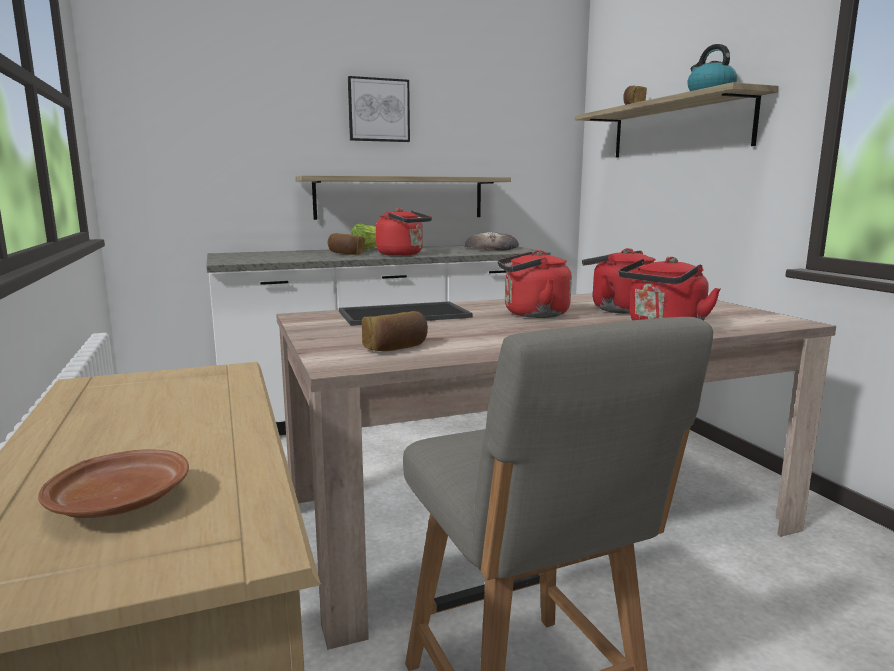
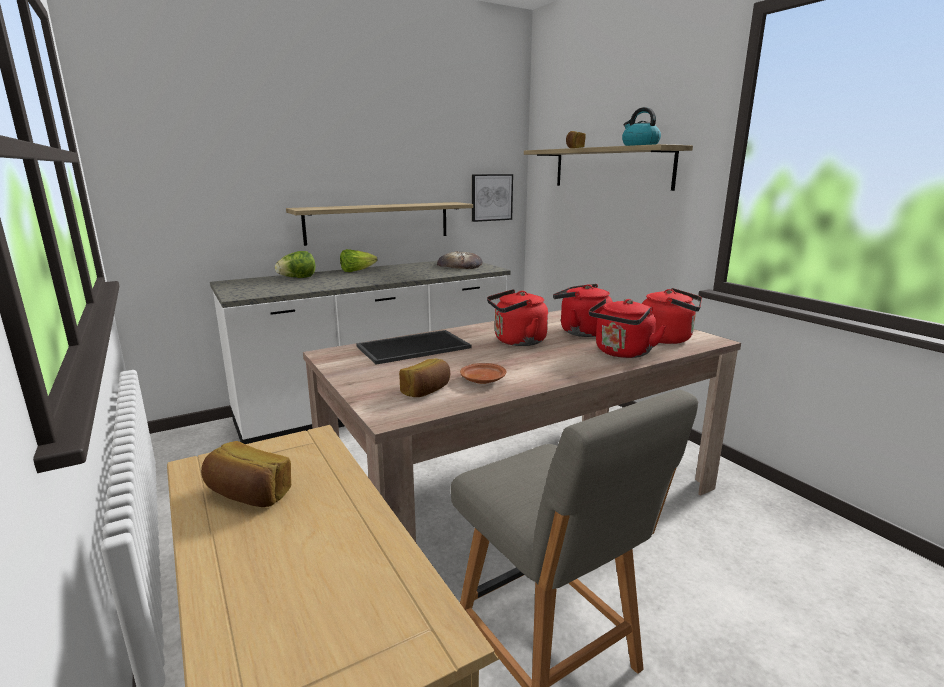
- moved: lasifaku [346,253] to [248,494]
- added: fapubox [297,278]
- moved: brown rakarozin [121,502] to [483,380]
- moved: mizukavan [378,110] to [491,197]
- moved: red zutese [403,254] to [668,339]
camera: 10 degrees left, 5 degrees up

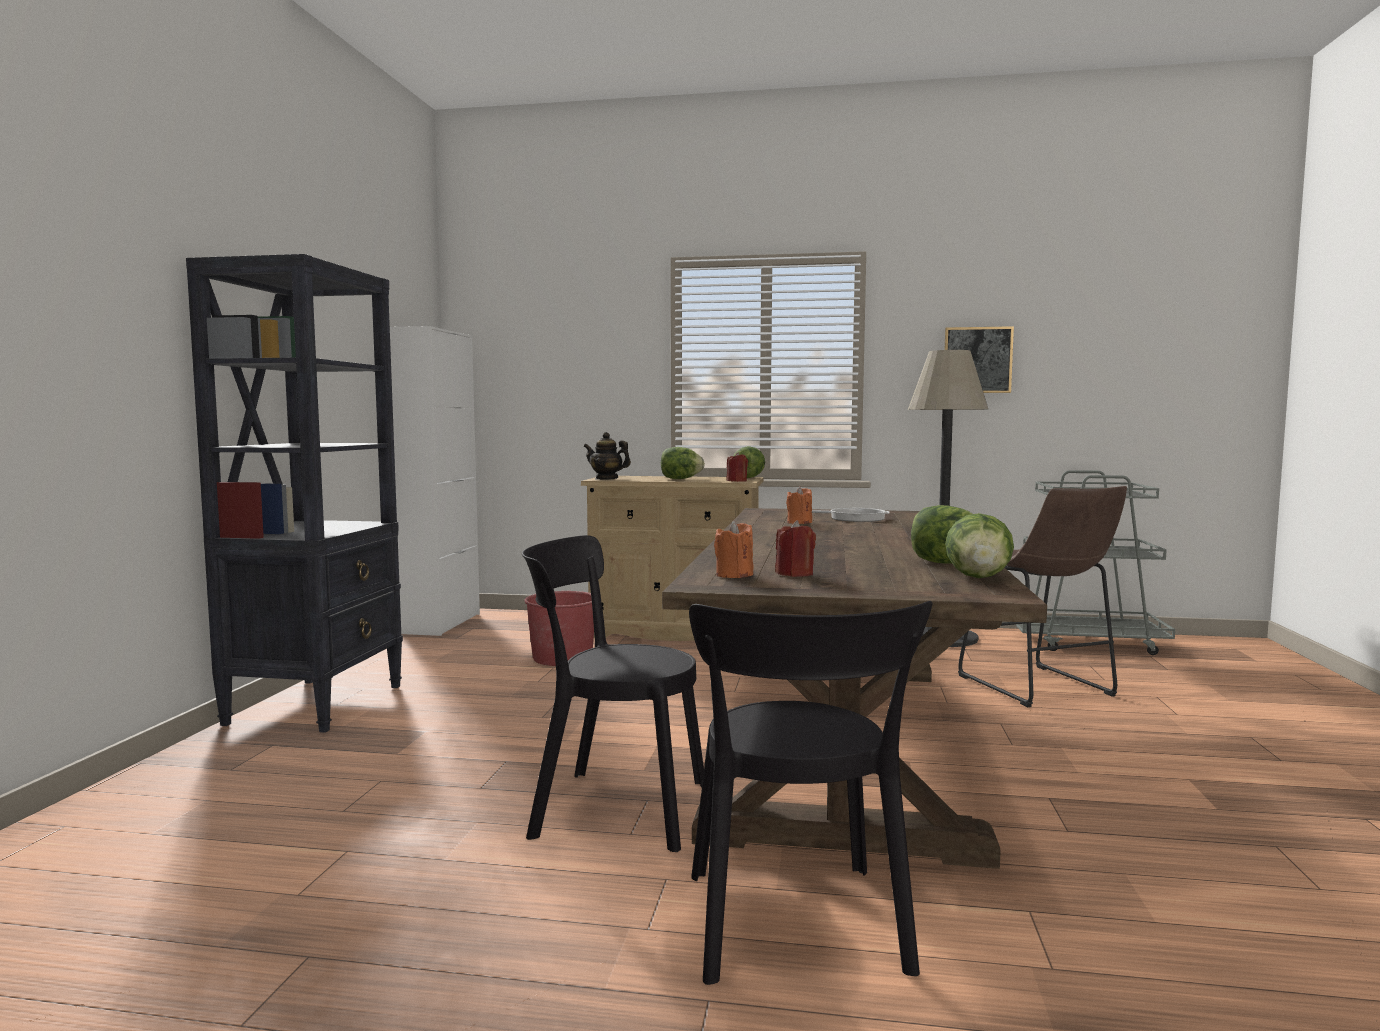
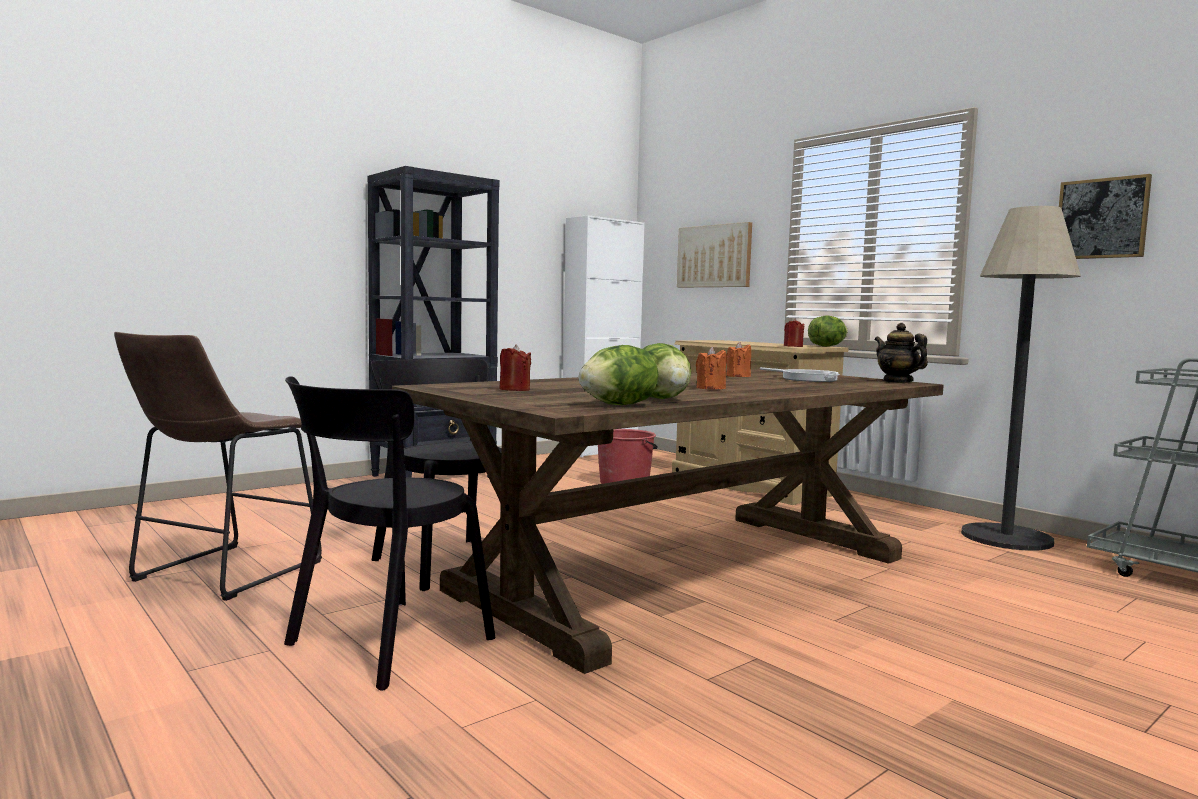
- moved: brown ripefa [1039,688] to [220,574]
- added: mizukavan [714,256]
- moved: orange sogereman [734,575] to [710,388]
- moved: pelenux [606,479] to [897,381]
- removed: fapubox [680,479]
camera: 40 degrees right, 0 degrees up

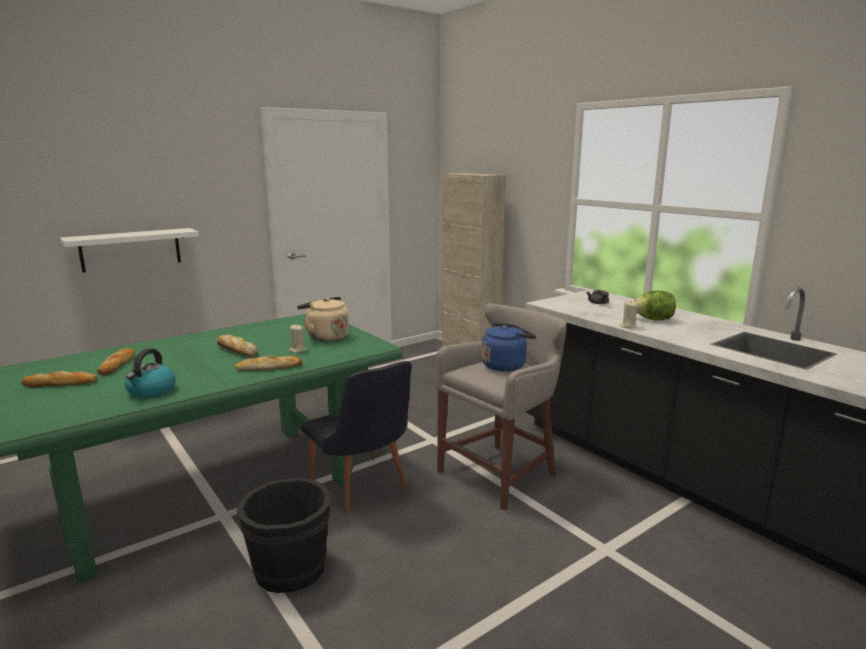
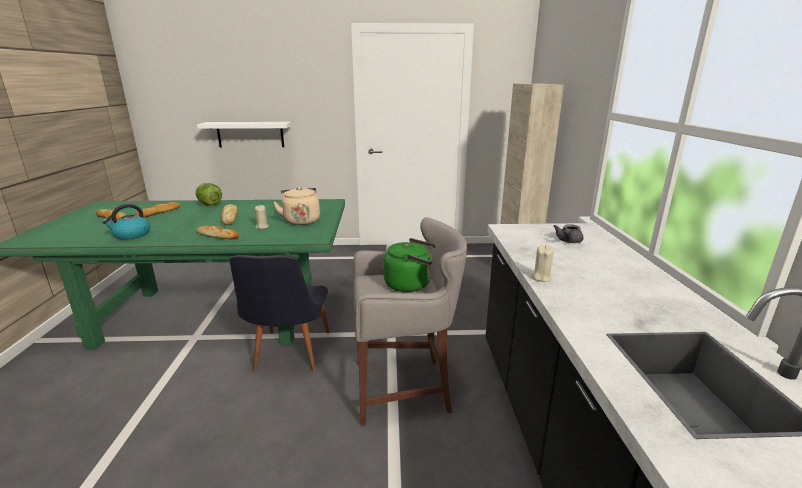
- moved: fapubox [653,319] to [209,204]
- recoloured: blue zutese [505,365] to green zutese [410,284]
- removed: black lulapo [290,569]
camera: 35 degrees right, 5 degrees up

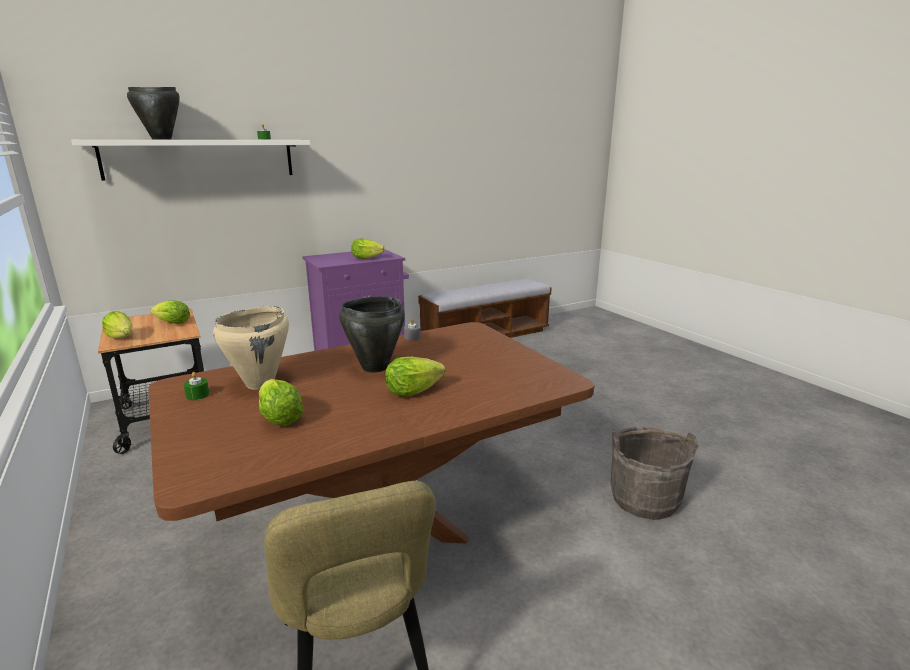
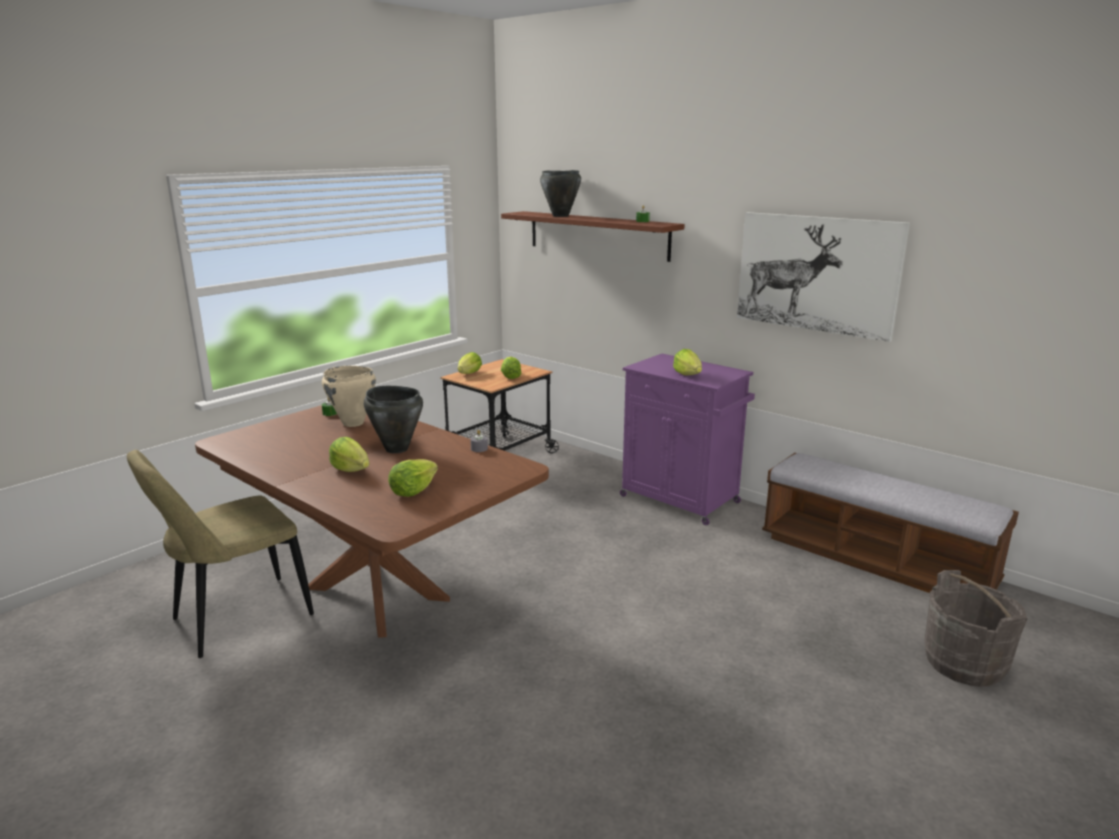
- moved: fapubox [280,418] to [413,491]
- recoloured: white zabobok [201,158] to brown zabobok [597,235]
- added: mizukavan [817,274]
- moved: grey lulapo [644,499] to [963,663]
camera: 70 degrees right, 0 degrees up

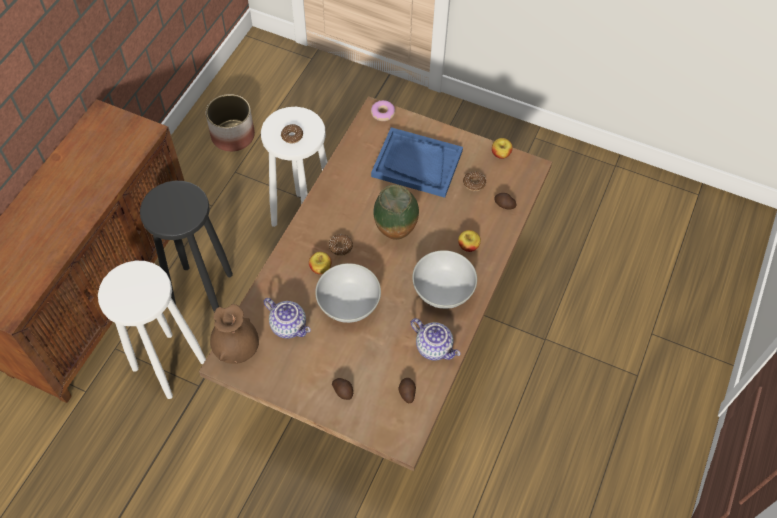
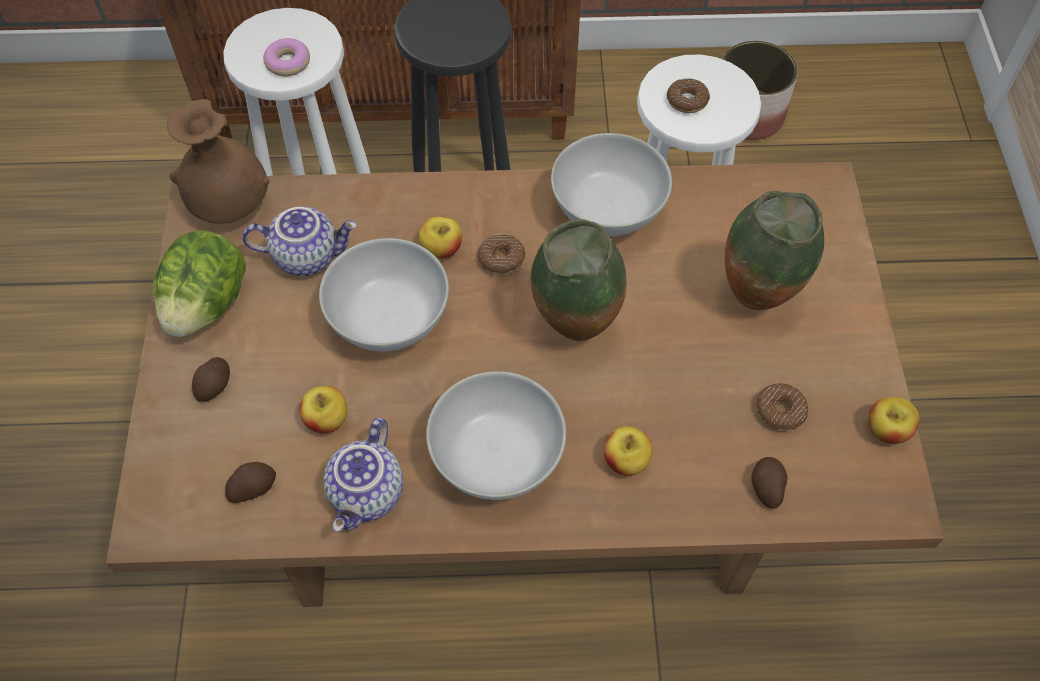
- added: fapubox [207,304]
- turned: pelenux [289,325] = [307,255] 105 degrees counterclockwise
- moved: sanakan [382,113] to [287,63]
- added: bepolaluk [327,420]
- added: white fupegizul [606,212]
- replaced: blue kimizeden [416,164] to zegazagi [756,297]
camera: 65 degrees right, 0 degrees up

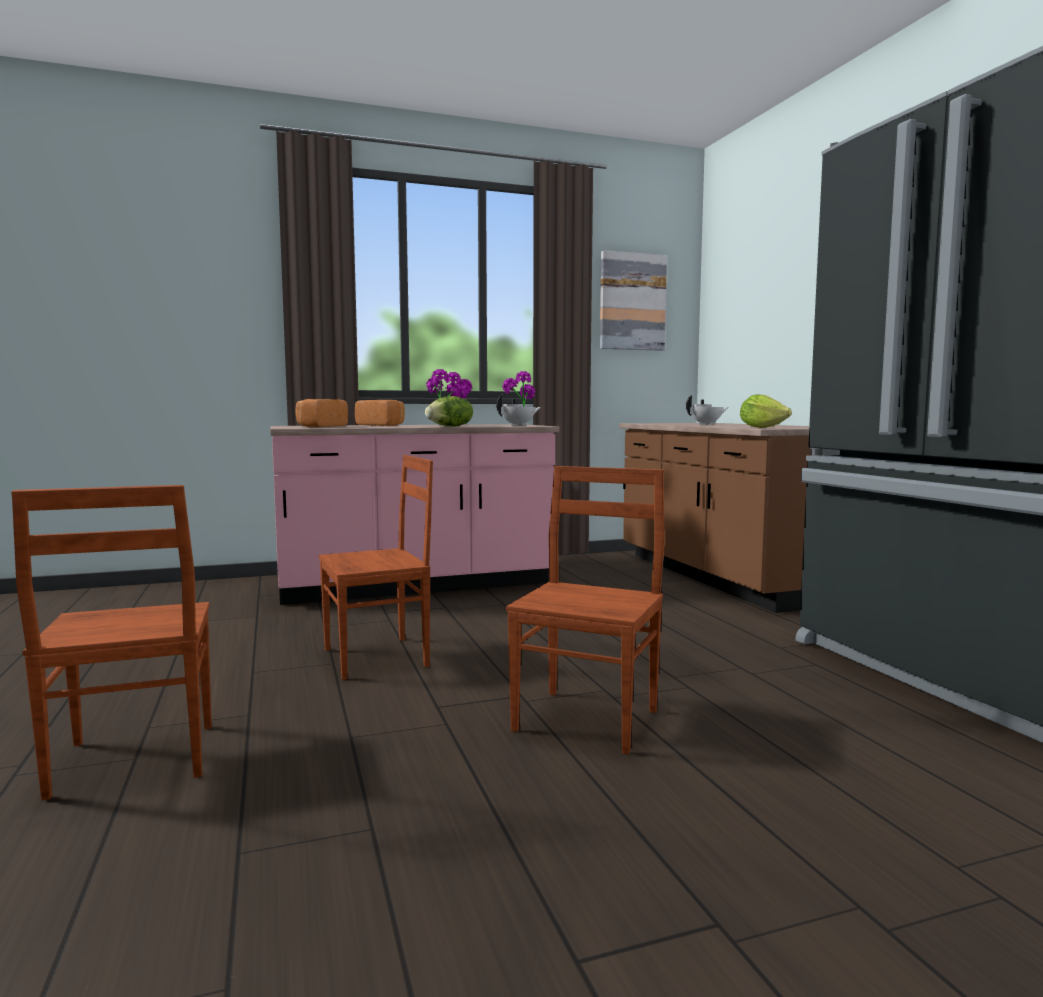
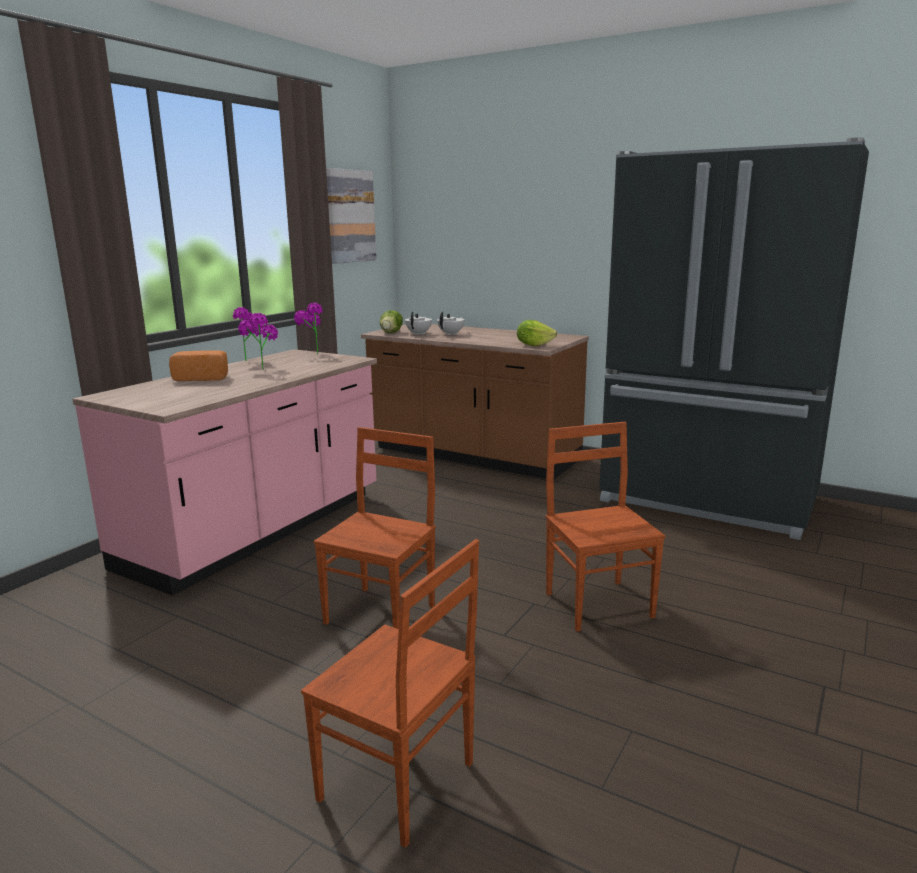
- moved: fapubox [450,426] to [391,332]
- moved: white pelenux [518,425] to [419,333]
- removed: lasifaku [320,426]
camera: 40 degrees left, 10 degrees up

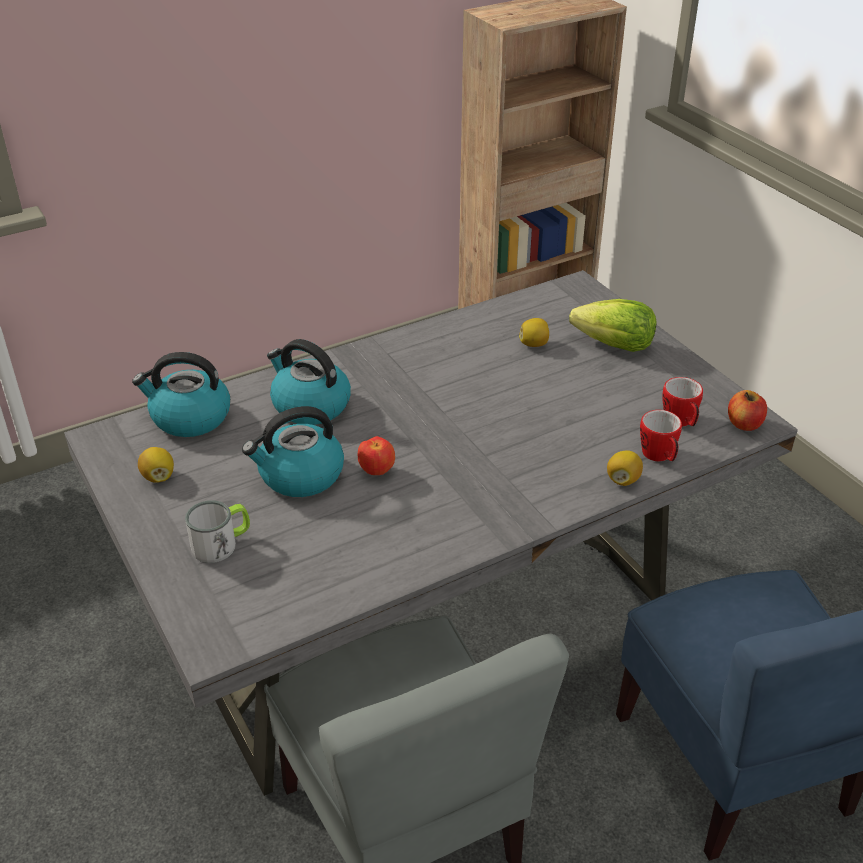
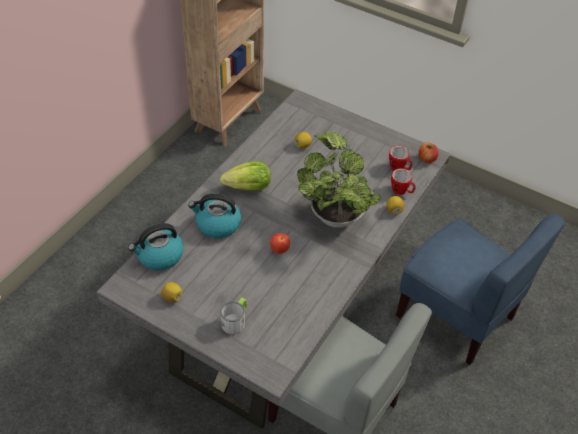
- moved: fapubox [614,346] to [249,187]
- added: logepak [334,214]
- removed: zutese [300,476]
camera: 30 degrees left, 10 degrees up

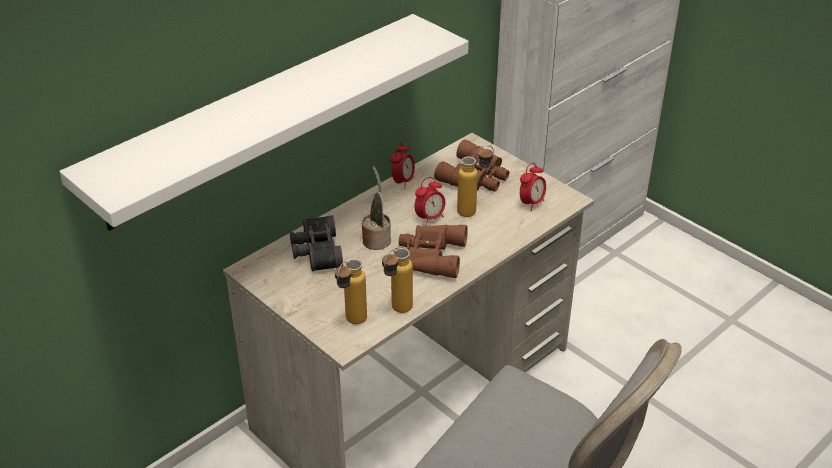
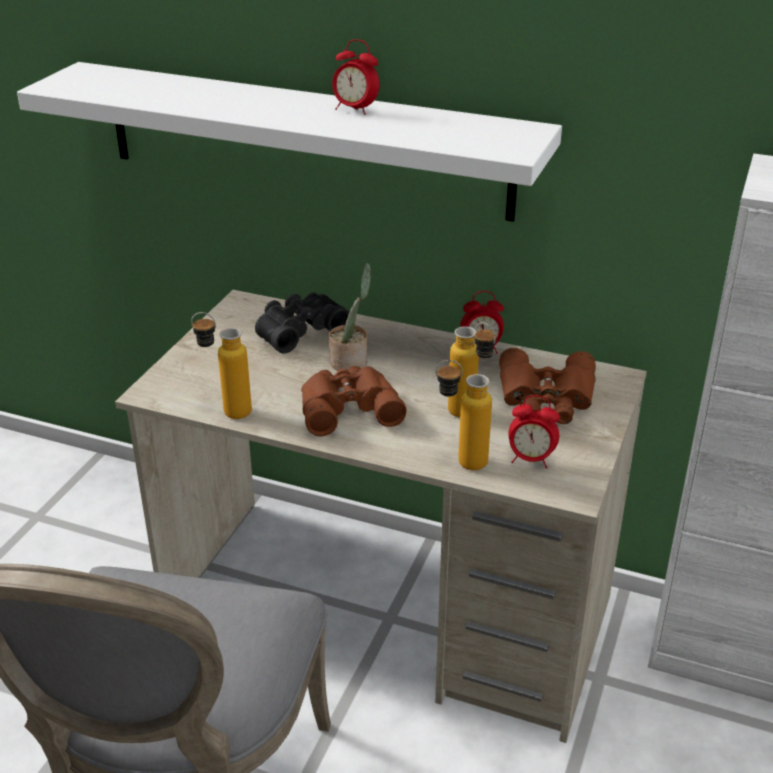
- moved: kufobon [430,218] to [355,110]
- moved: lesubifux [351,323] to [460,462]
camera: 65 degrees right, 5 degrees down

